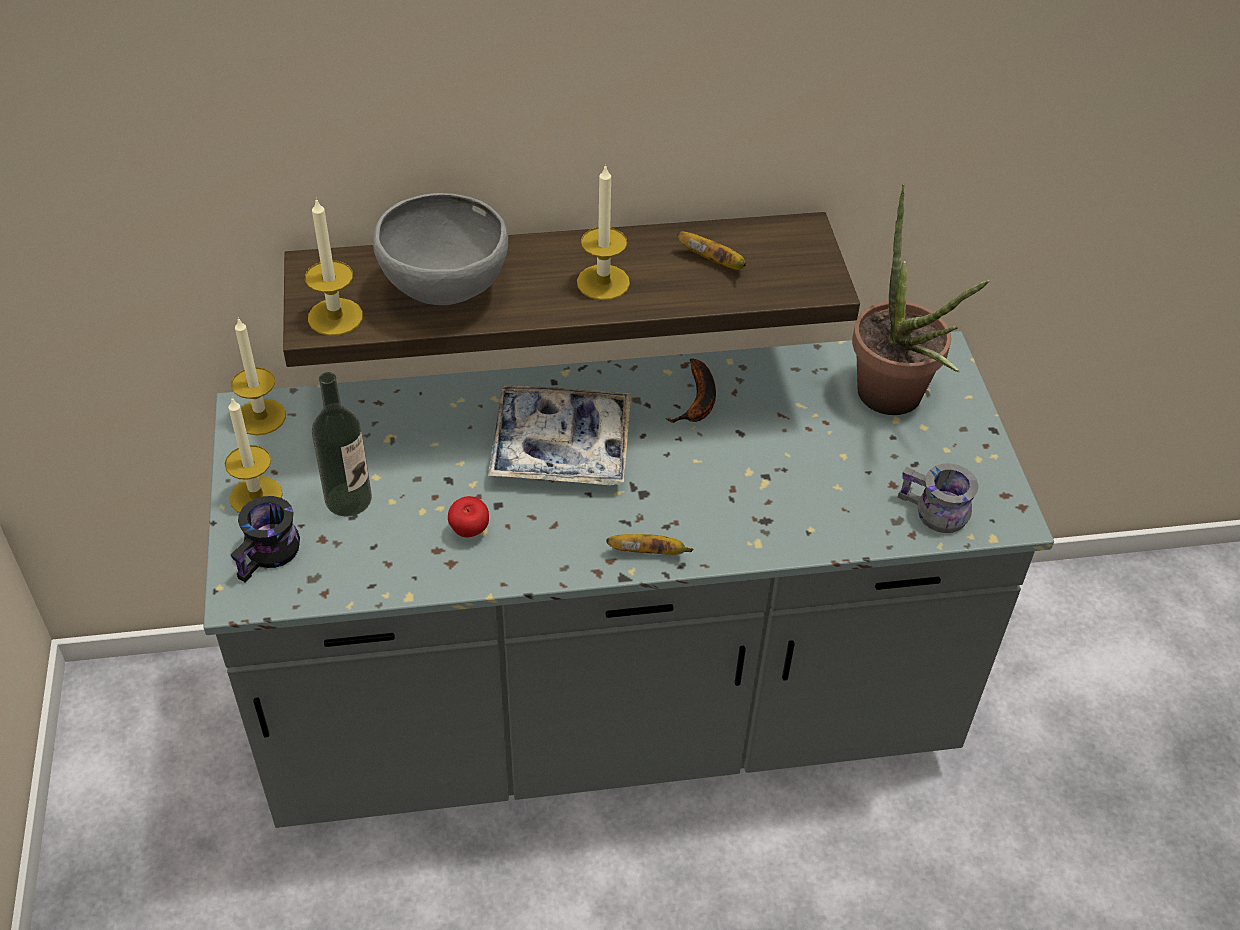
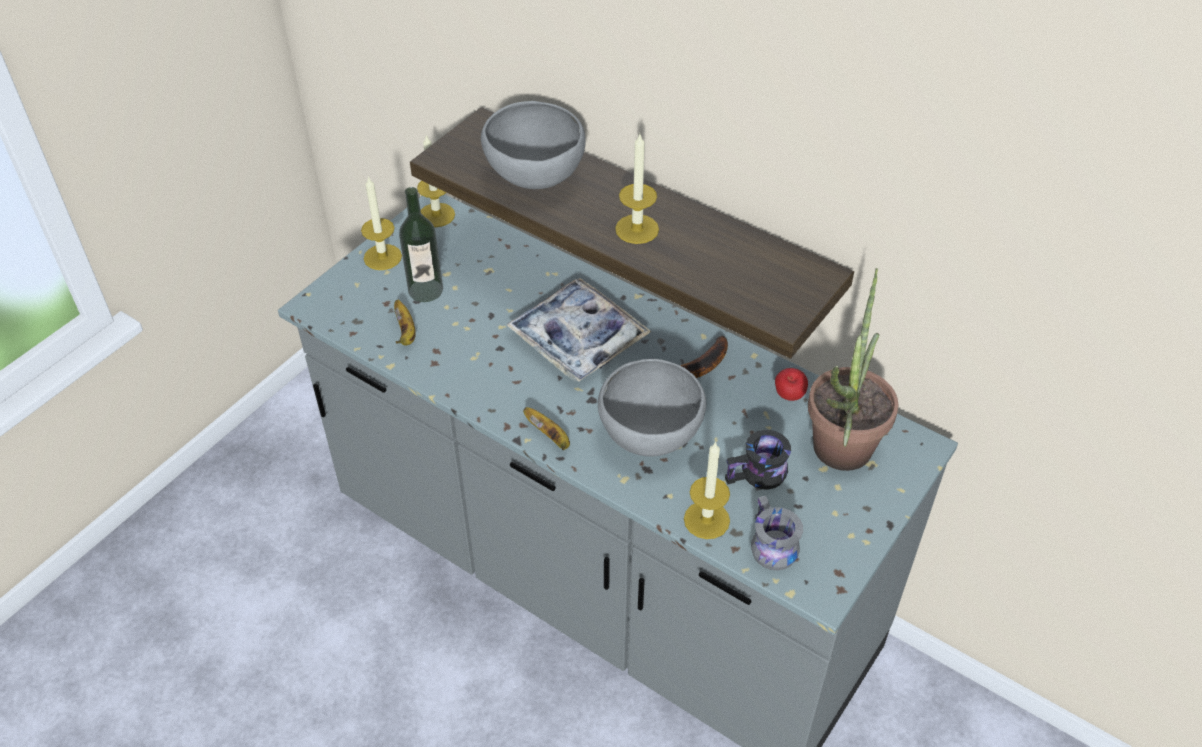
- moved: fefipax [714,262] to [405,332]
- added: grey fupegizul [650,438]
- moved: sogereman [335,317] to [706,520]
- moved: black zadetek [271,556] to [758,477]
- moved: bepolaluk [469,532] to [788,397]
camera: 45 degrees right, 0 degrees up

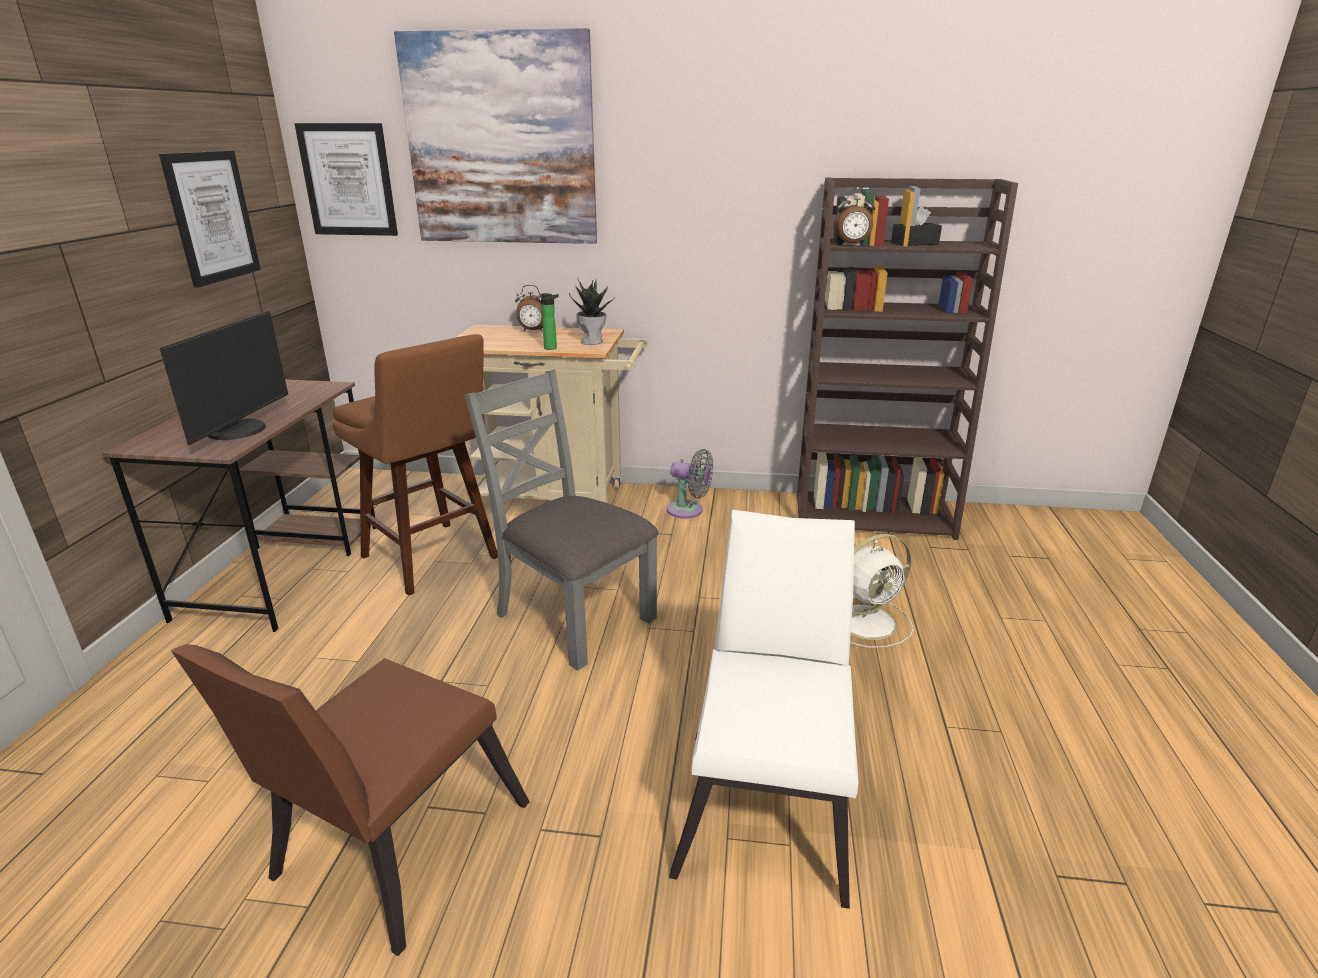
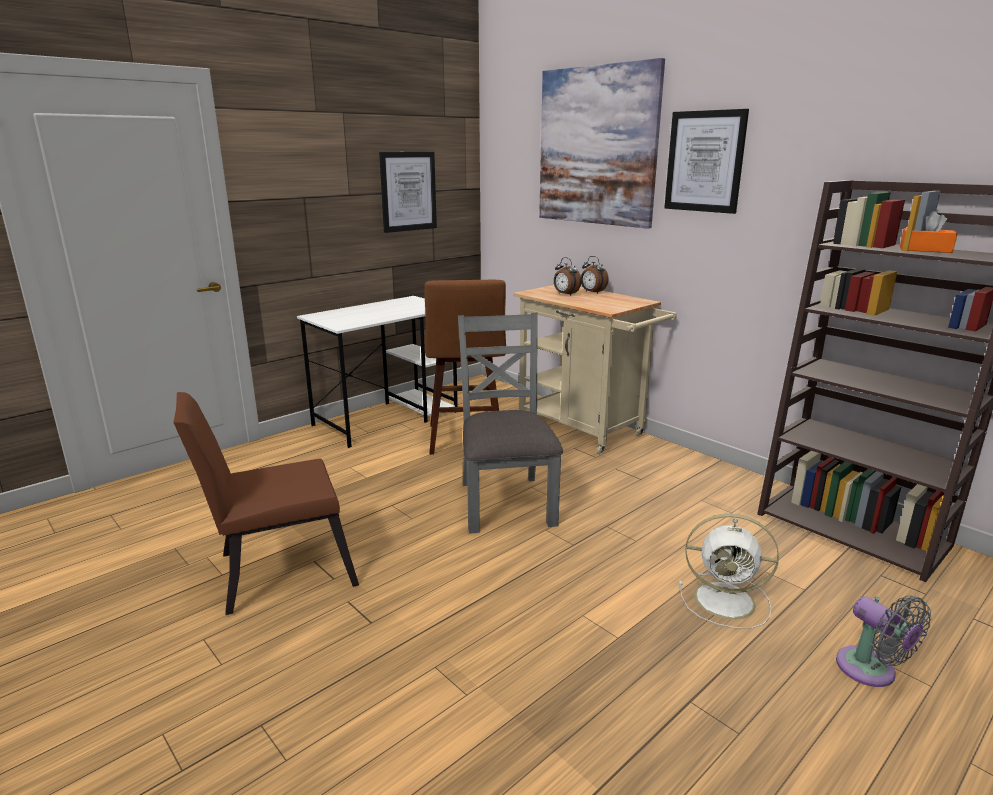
- recoloured: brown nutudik [283,568] to white nutudik [387,418]
- moved: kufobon [852,245] to [565,294]
- moved: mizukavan [348,180] to [705,161]
- moved: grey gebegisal [688,510] to [871,671]
- recoloured: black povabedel [914,243] to orange povabedel [925,250]
- removed: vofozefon [240,430]
- removed: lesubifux [552,348]
- removed: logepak [592,342]
- removed: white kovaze [768,800]
camera: 40 degrees right, 5 degrees down

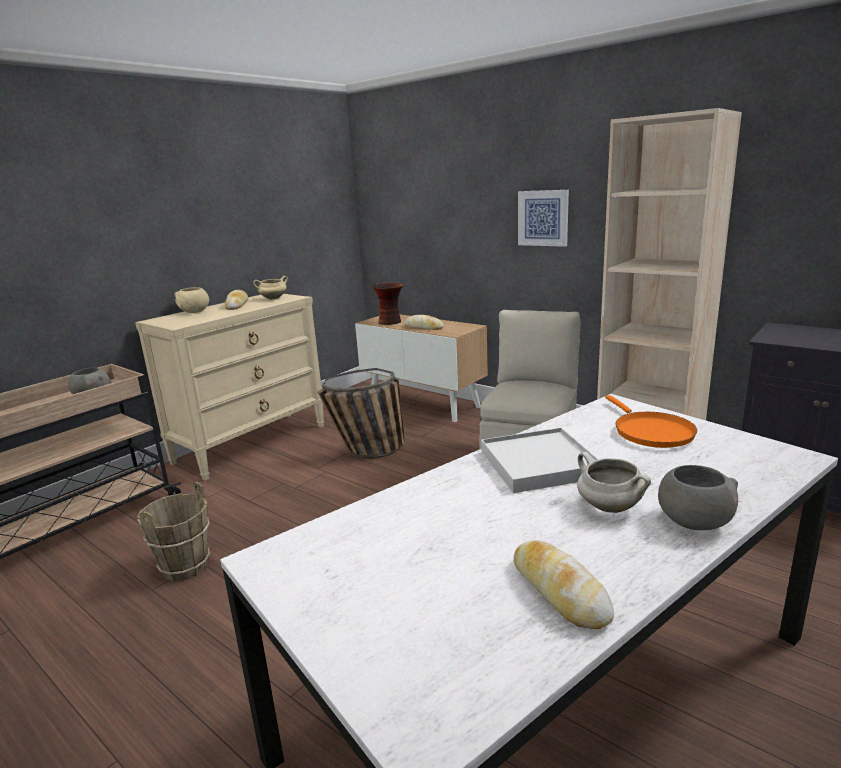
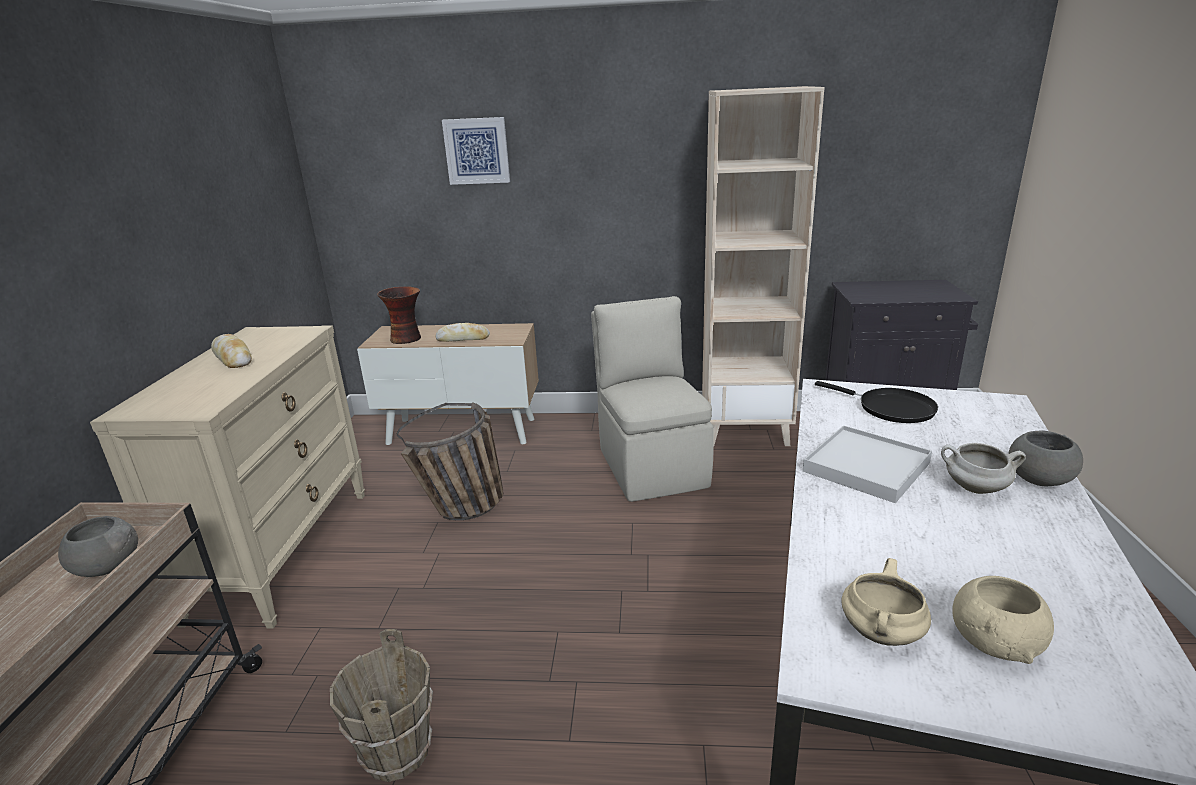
- moved: mizukavan [543,218] to [477,151]
- recoloured: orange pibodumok [650,432] to black pibodumok [890,408]
- moved: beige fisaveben [273,299] to [882,634]
- moved: beige fupegizul [195,311] to [995,643]
- removed: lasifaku [559,591]
camera: 35 degrees left, 5 degrees up

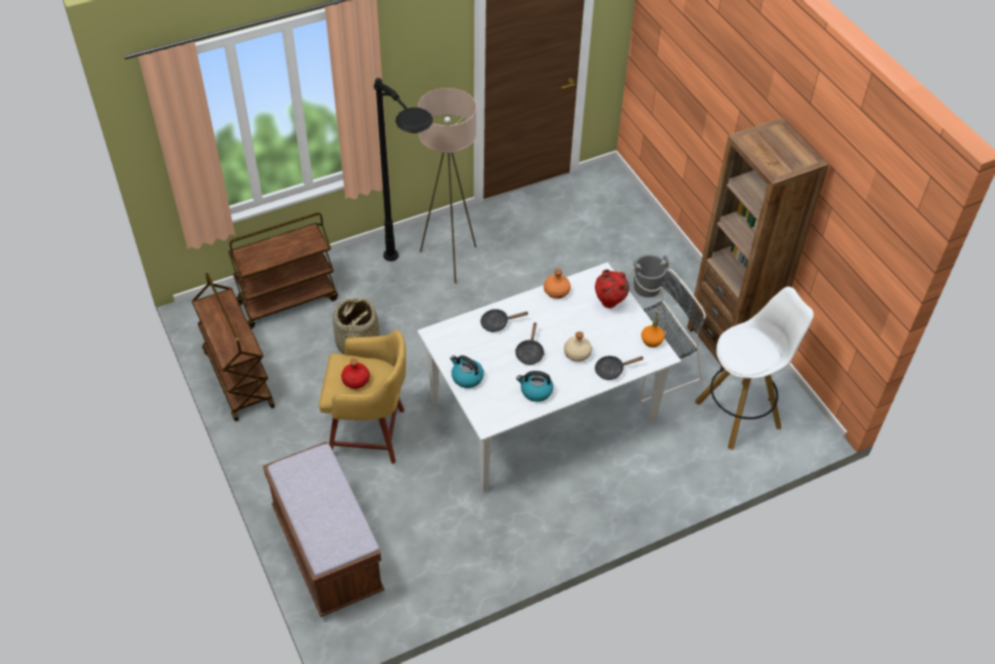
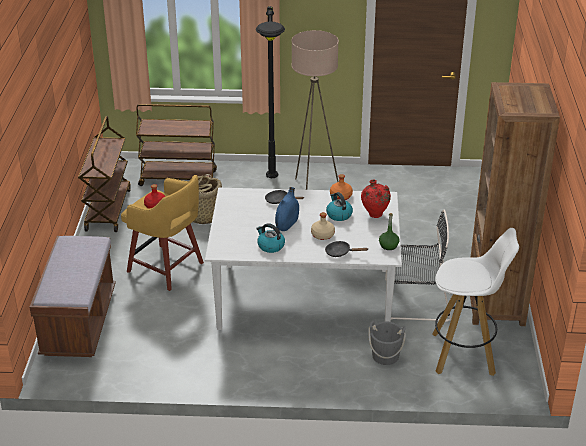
- replaced: black pibodumok [529,352] to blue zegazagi [287,223]
- moved: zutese [466,377] to [338,215]
- moved: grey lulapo [647,287] to [385,356]
- recoloured: orange lesubifux [651,340] to green lesubifux [388,245]
camera: 30 degrees right, 15 degrees down

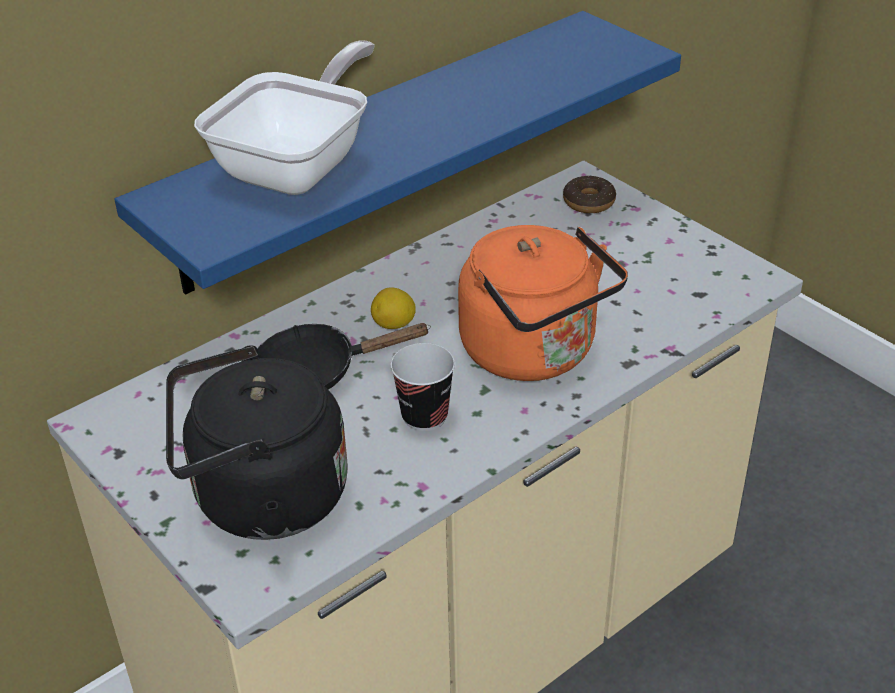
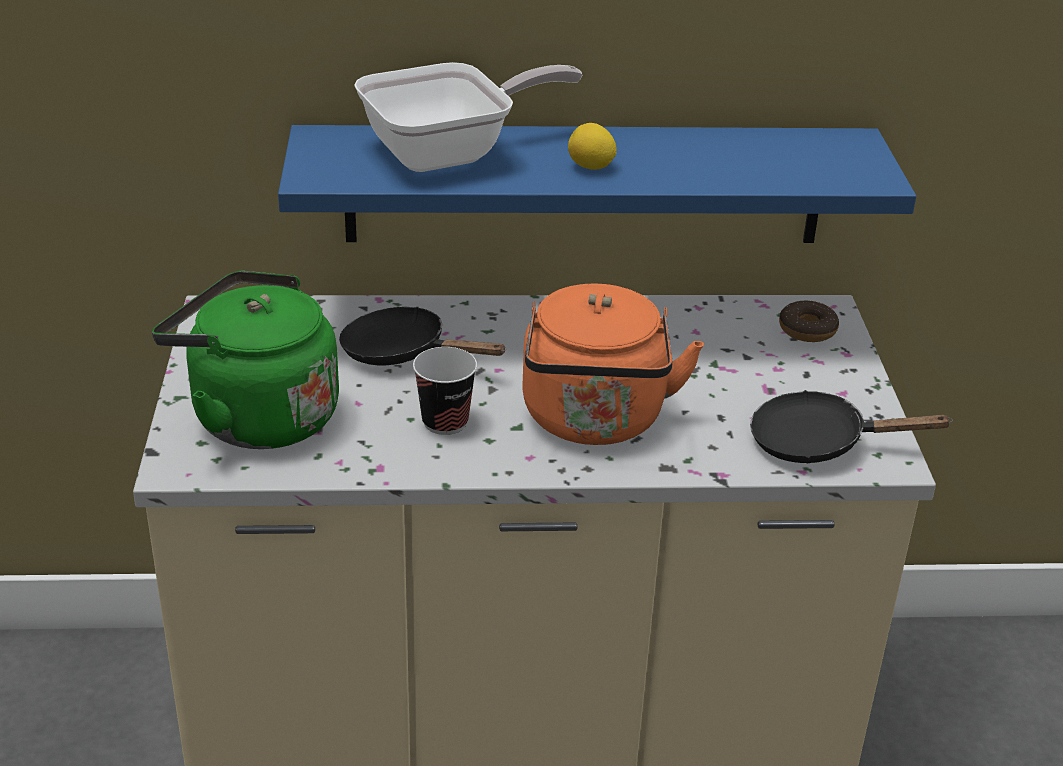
- recoloured: black zutese [261,499] to green zutese [257,416]
- moved: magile [394,325] to [591,167]
- added: black pibodumok [818,443]
camera: 35 degrees right, 5 degrees down

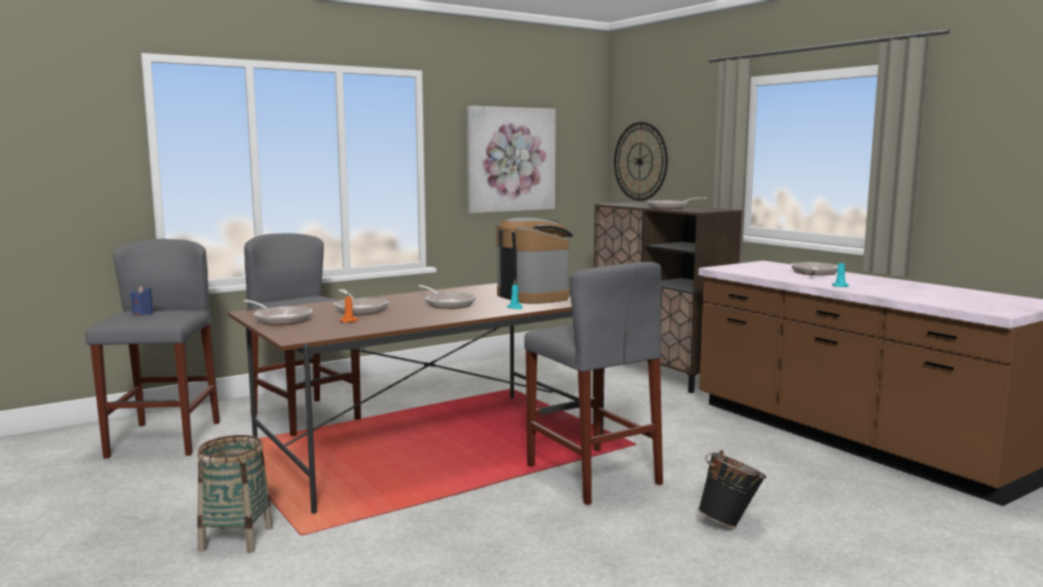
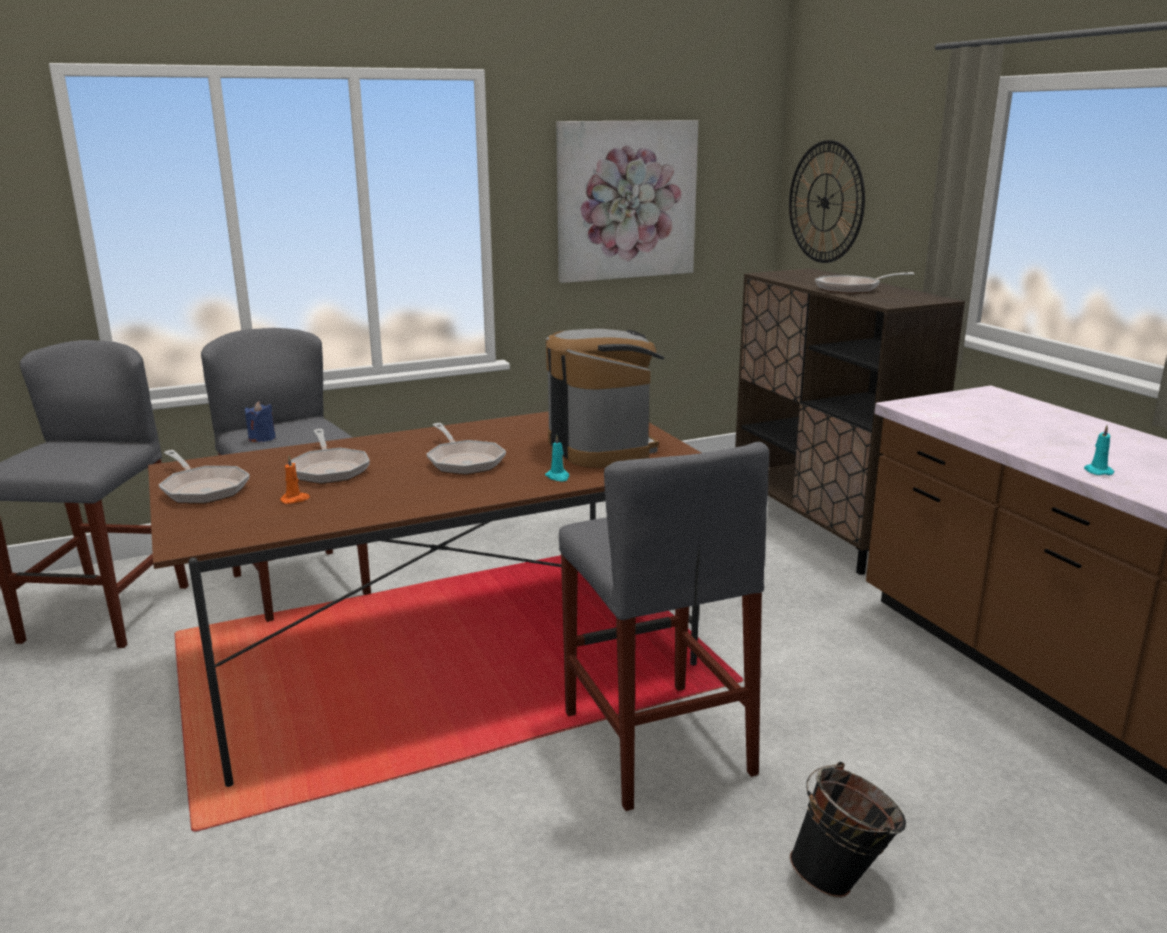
- moved: blue sogereman [143,314] to [262,438]
- removed: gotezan [236,538]
- removed: pibodumok [814,273]
camera: 10 degrees right, 10 degrees up

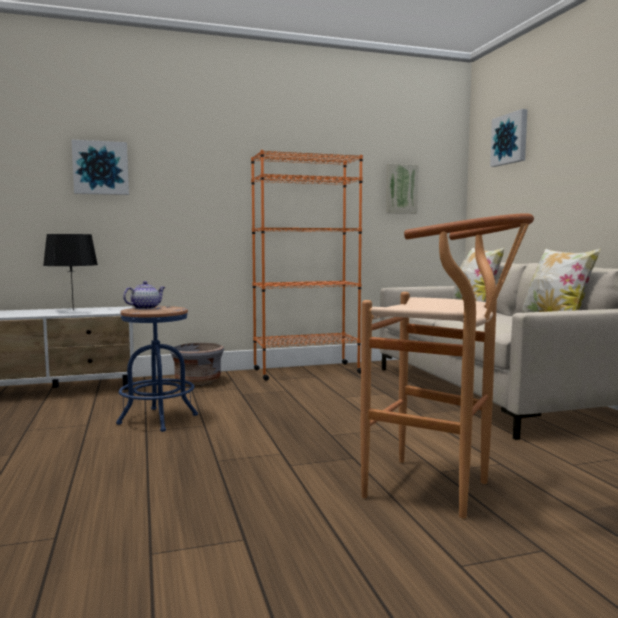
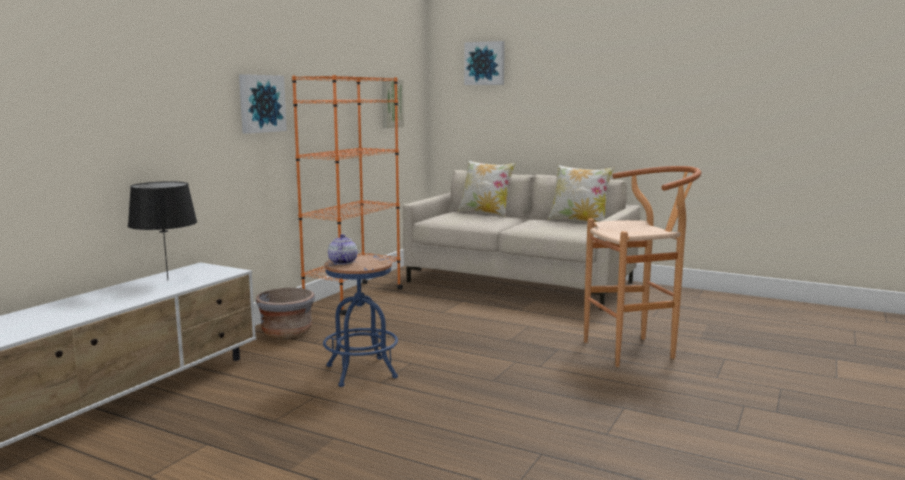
- moved: mizukavan [101,168] to [261,103]
camera: 45 degrees left, 5 degrees up

